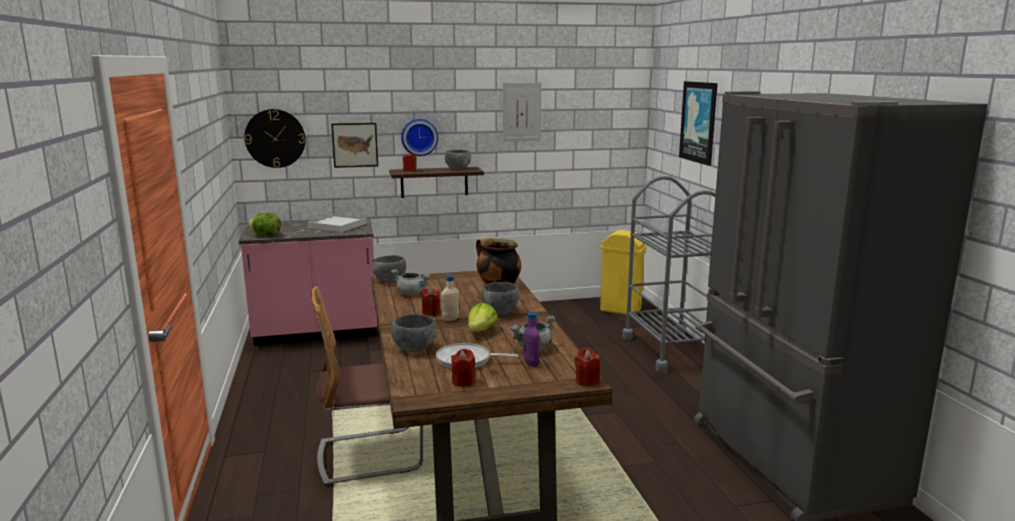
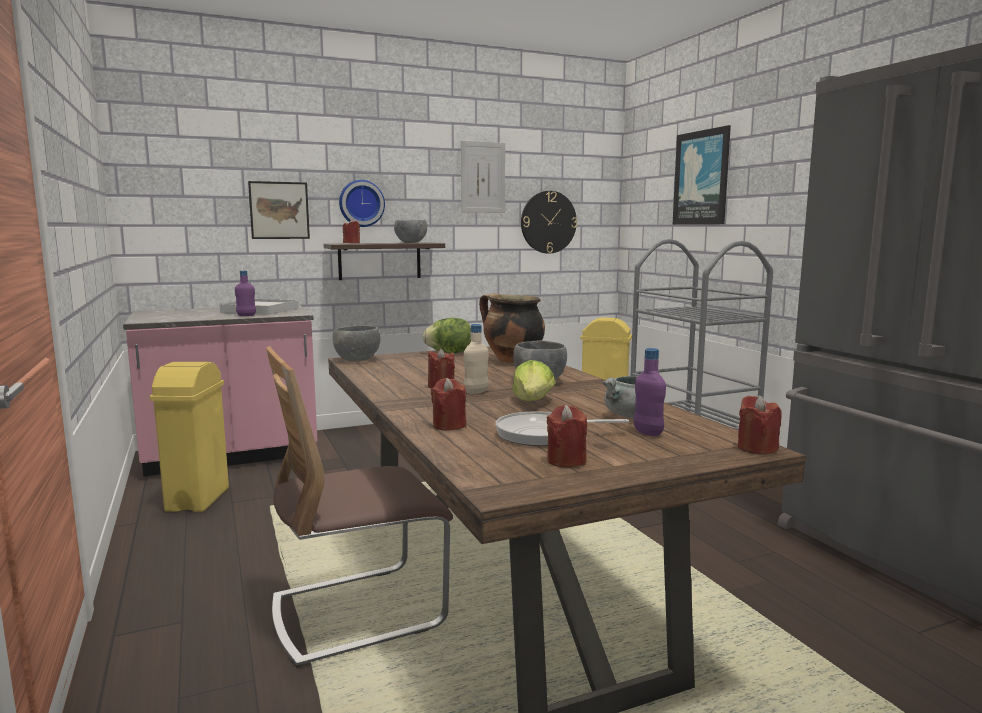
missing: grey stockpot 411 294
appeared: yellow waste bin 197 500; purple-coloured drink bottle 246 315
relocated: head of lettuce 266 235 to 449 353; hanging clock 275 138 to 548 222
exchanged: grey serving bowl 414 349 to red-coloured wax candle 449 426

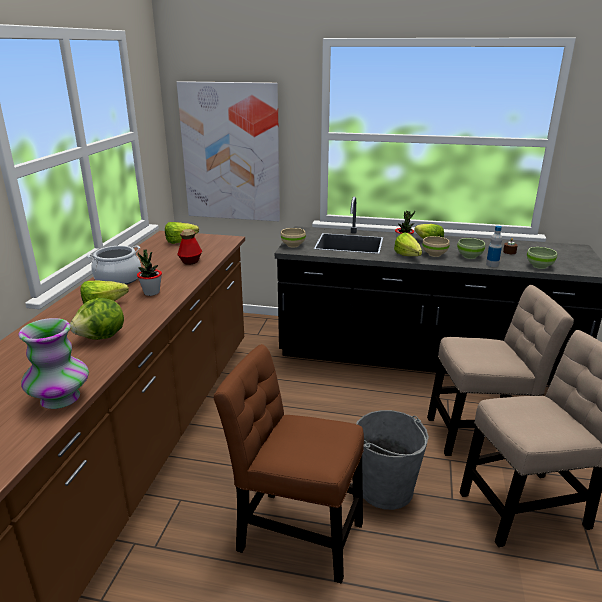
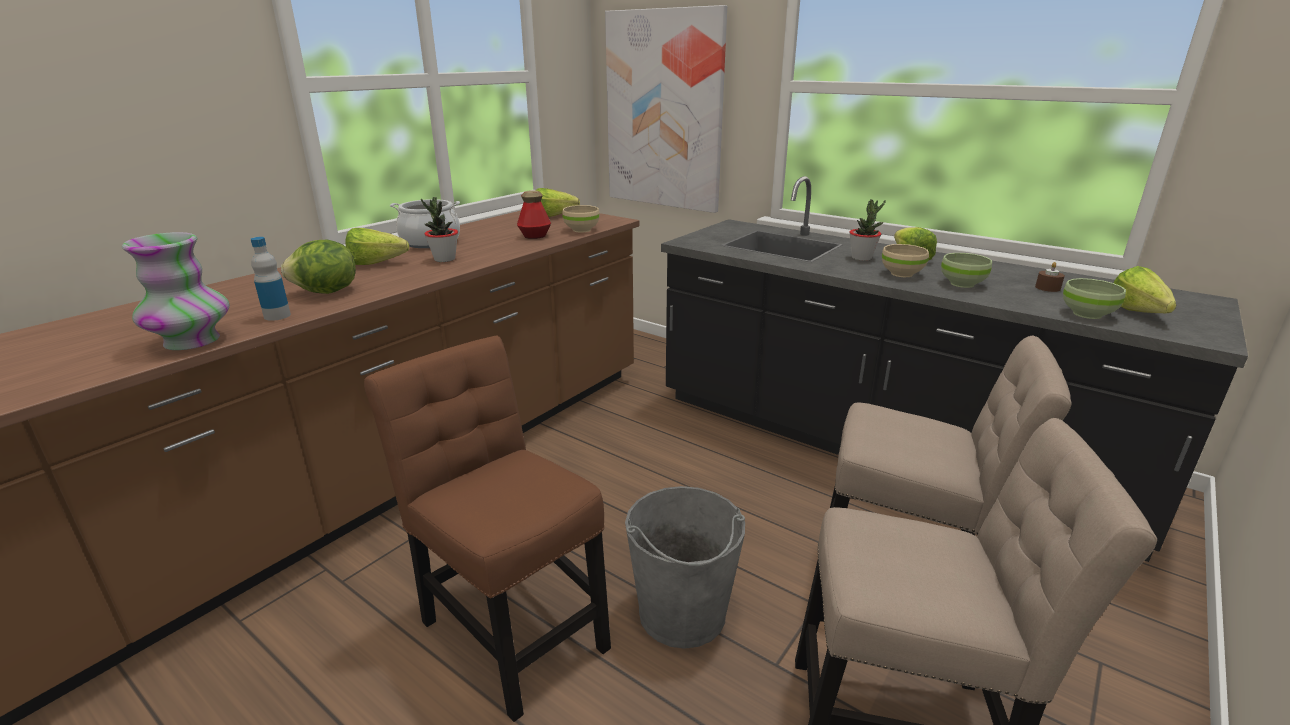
relocated: drink bottle 492 265 to 277 316; beige-coloured serving bowl 293 245 to 582 230; head of lettuce 408 257 to 1139 315

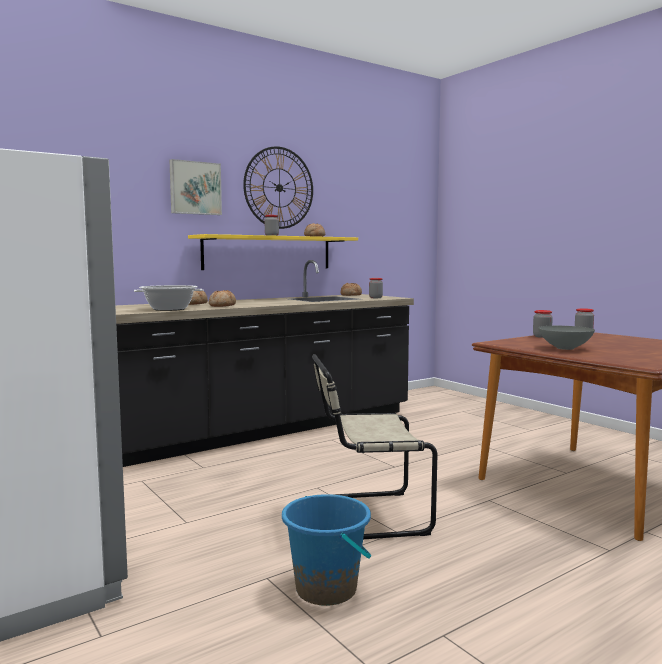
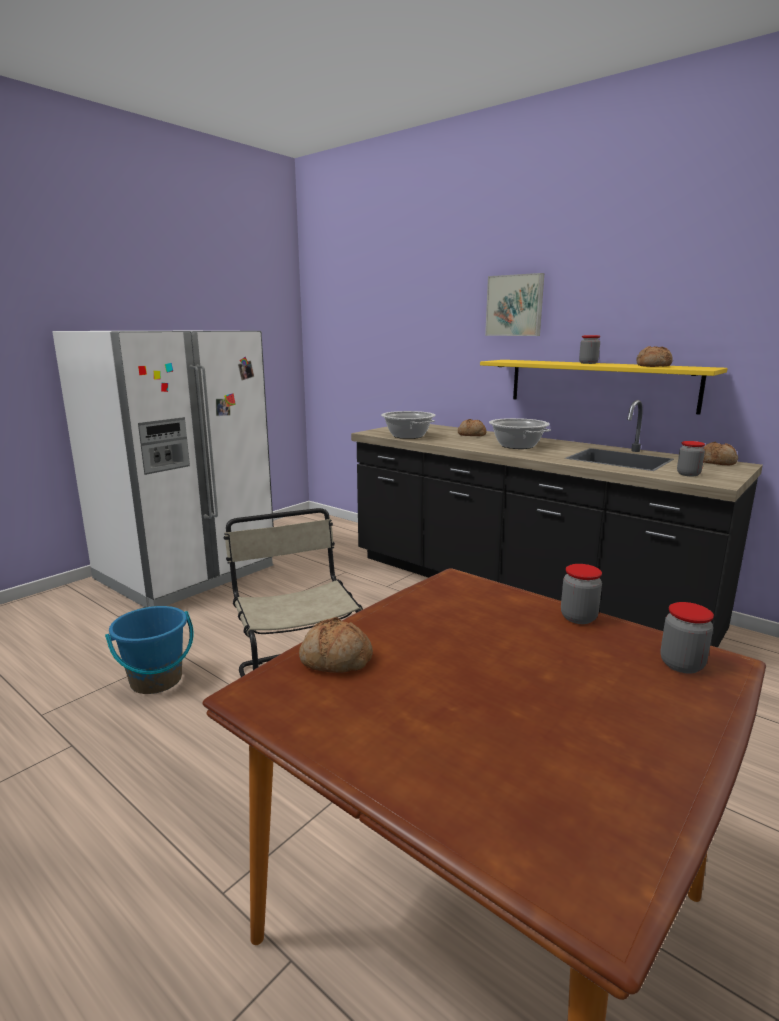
missing: hanging clock 279 188; grey serving bowl 564 348
appeared: stockpot 517 446
relocated: bakery bread 222 305 to 335 660

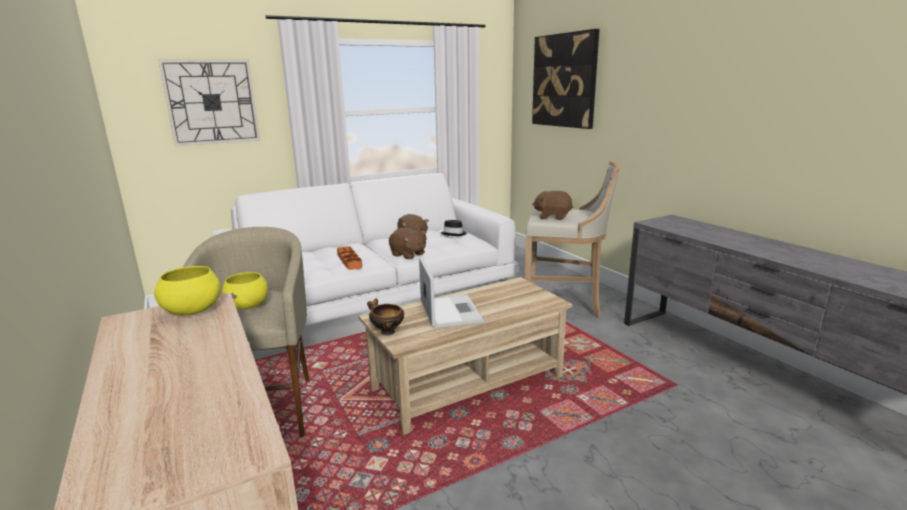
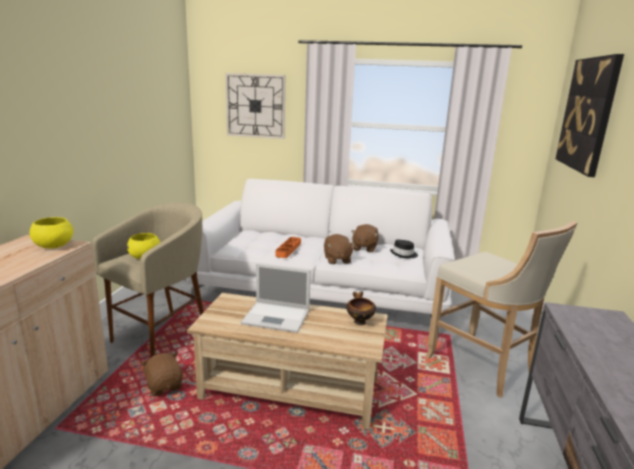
relocated: brown-coloured soft toy 552 217 to 164 386; serving bowl 386 332 to 359 321
spun: notebook computer 450 311 = 277 317 75 degrees clockwise

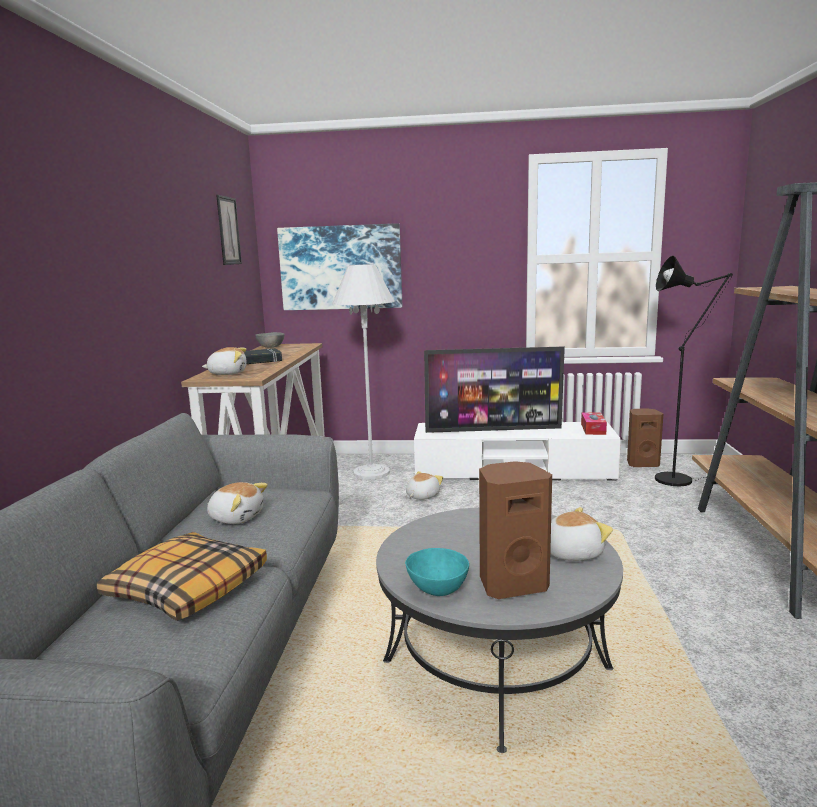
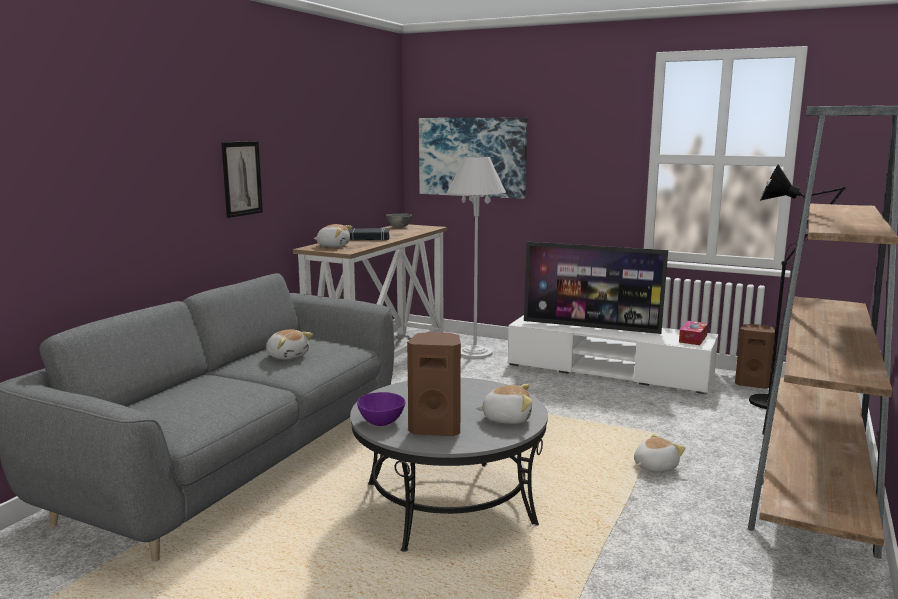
missing: cushion 187 588
relocated: wall art 228 231 to 242 178; soft toy 422 496 to 654 467
colour: turquoise serving bowl 437 588 to purple-coloured serving bowl 381 421

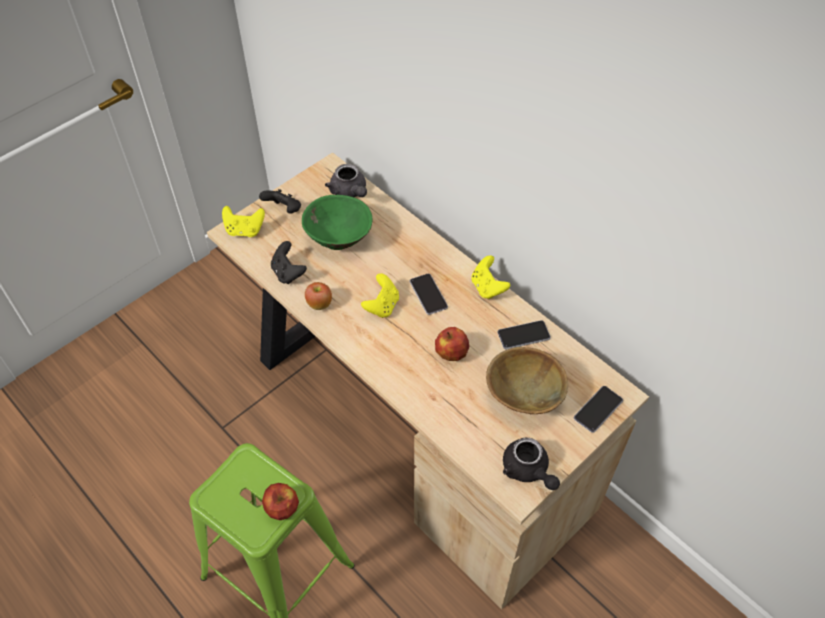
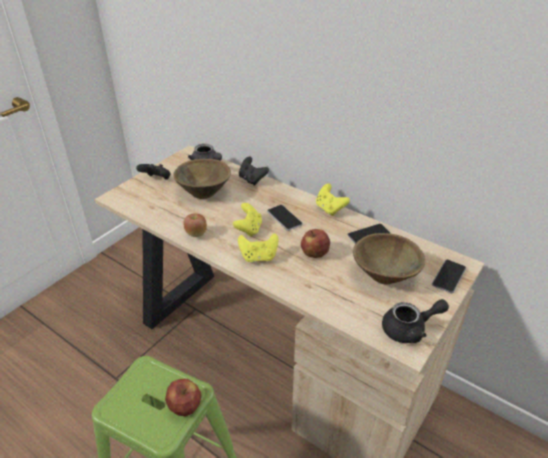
relocated: yellow gamepad 244 230 to 258 257; black gamepad 288 273 to 252 180
colour: green serving bowl 339 239 to brown-coloured serving bowl 204 192
spun: black tea pot 528 471 = 409 329 60 degrees counterclockwise

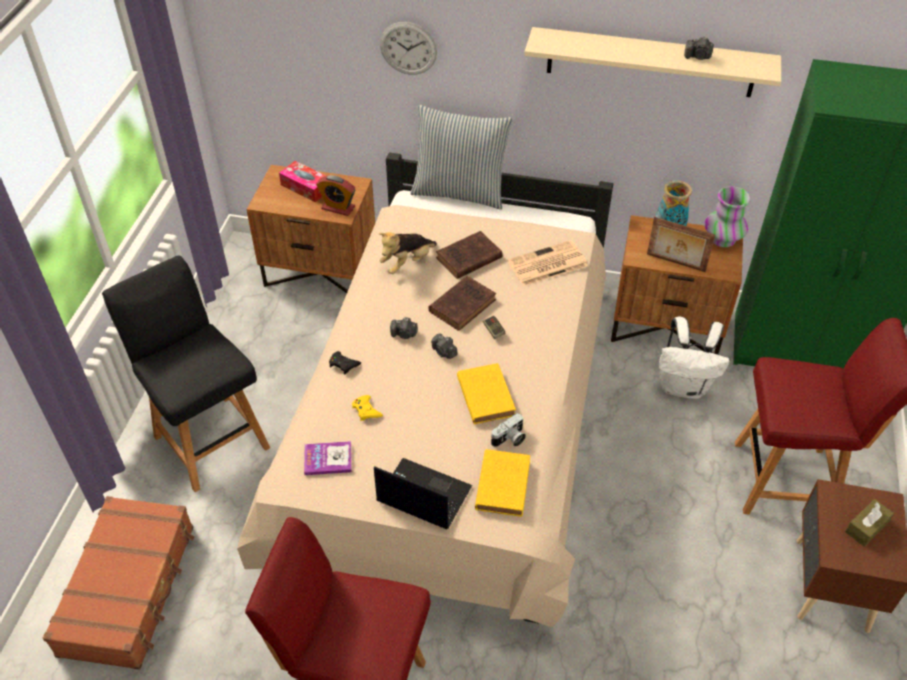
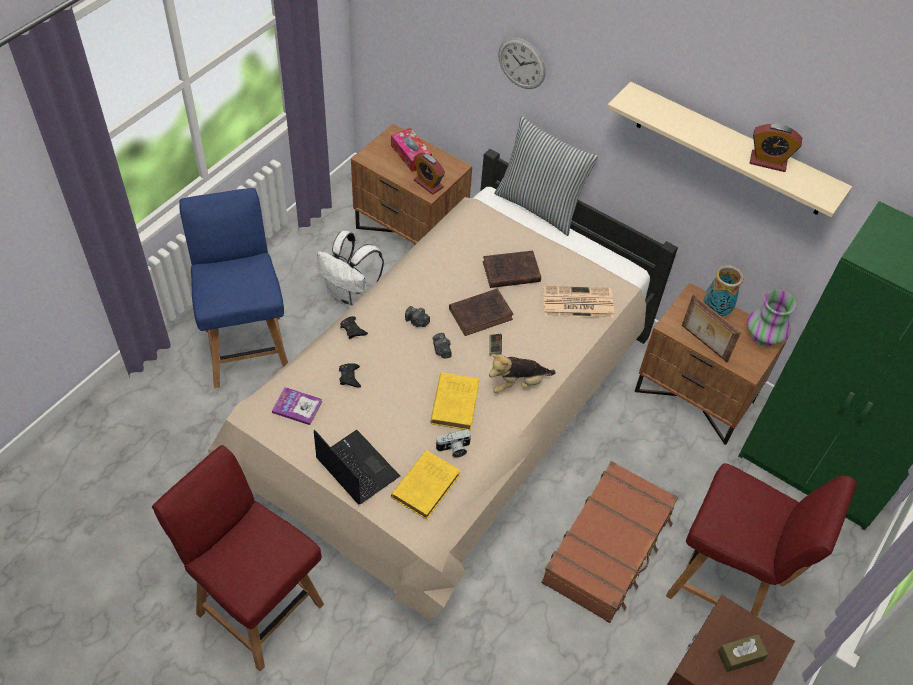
relocated: white-coloured backpack 684 386 to 350 295; soft toy 407 263 to 517 383; brown-coloured piece of luggage 129 589 to 608 548
exchanged: still camera 698 57 to alarm clock 768 162
colour: black plain chair 210 440 to blue-coloured plain chair 247 348; yellow gamepad 366 410 to black gamepad 349 377

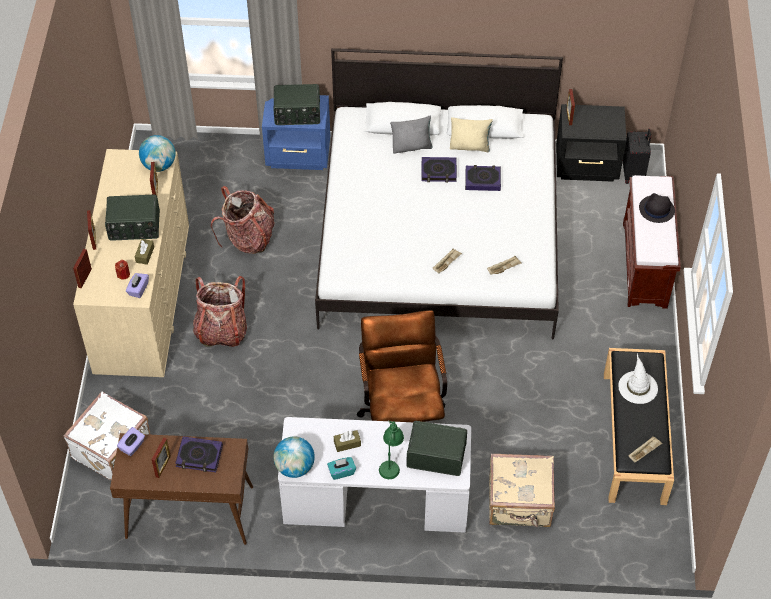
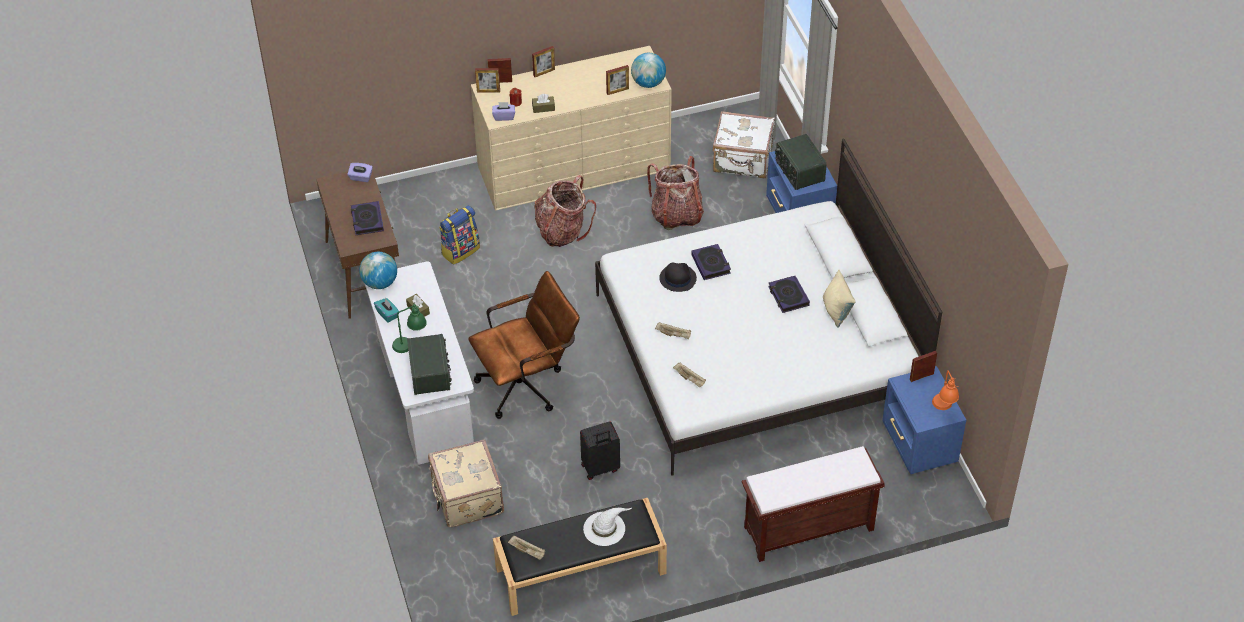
missing: radio 134 227; grey cushion 411 146
appeared: backpack 460 250; orangey tabletop lamp 944 409
relocated: standing frame 163 466 to 488 91; black piece of luggage 634 173 to 600 468; black hat 656 209 to 677 278; volume 482 180 to 711 264; white-coloured piece of luggage 113 449 to 743 160
colour: black night table 587 167 to blue-coloured night table 918 447

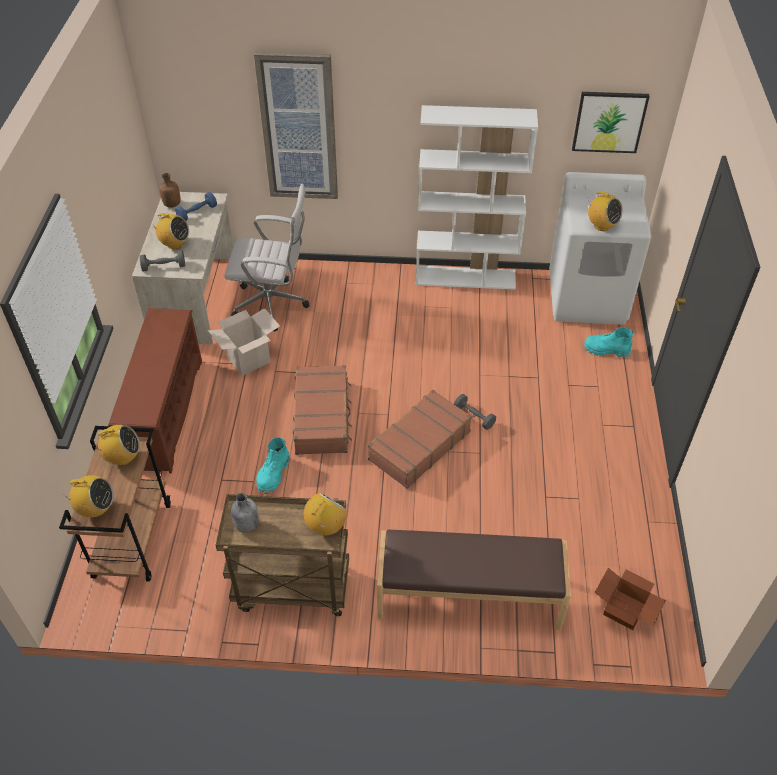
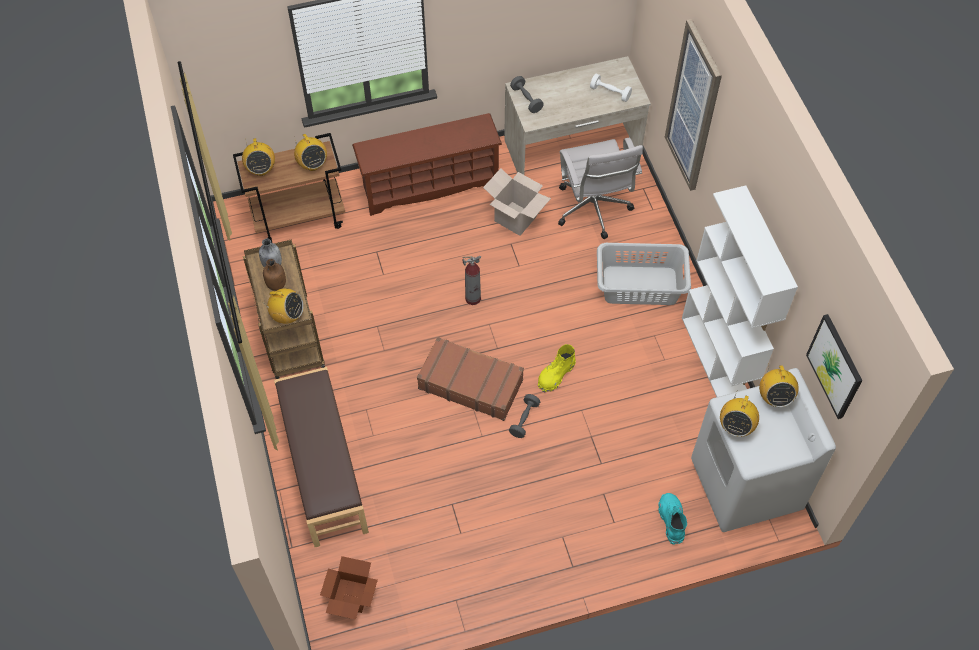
missing: turquoise boot 273 474
appeared: yellow boot 556 375; grey washing basket 639 285
relocated: brown-coloured drink bottle 172 204 to 277 284; radio 175 244 to 774 397
exchanged: brown-coloured piece of luggage 322 416 to fire extinguisher 473 298
colour: blue-coloured dumbbell 197 213 to white-coloured dumbbell 610 93

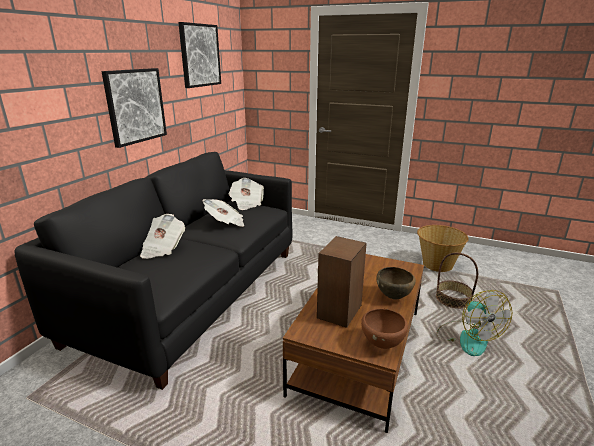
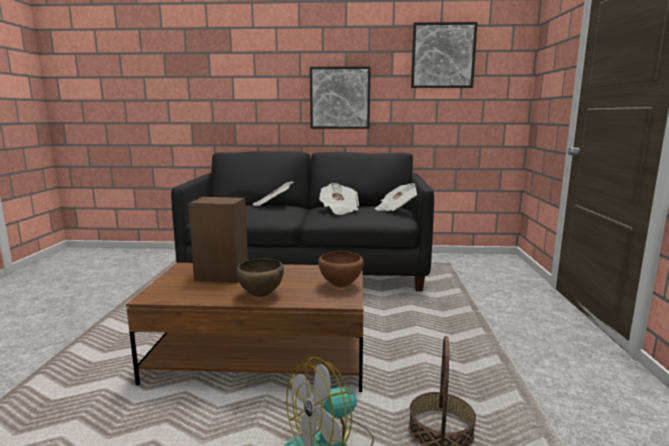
missing: basket 437 264
relocated: brown-coloured serving bowl 382 344 to 341 286

